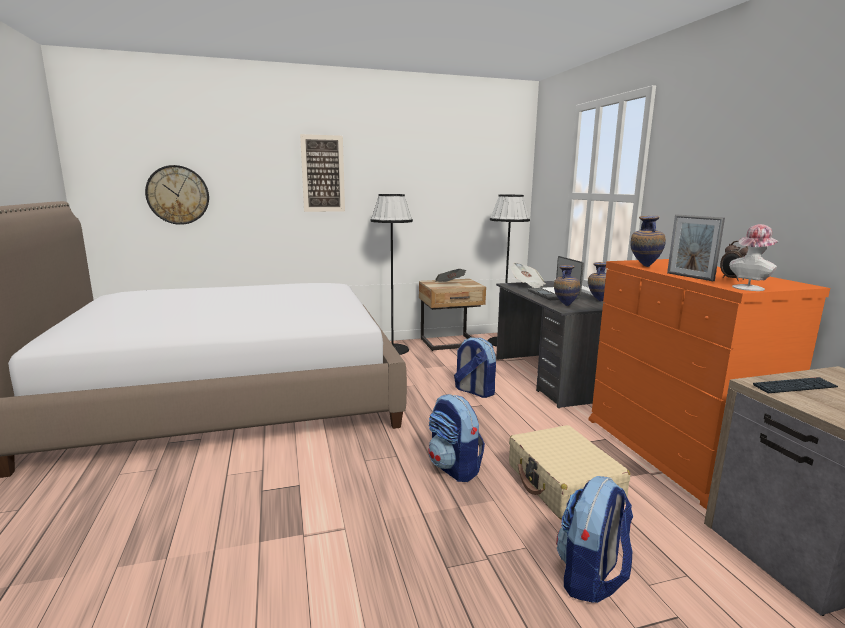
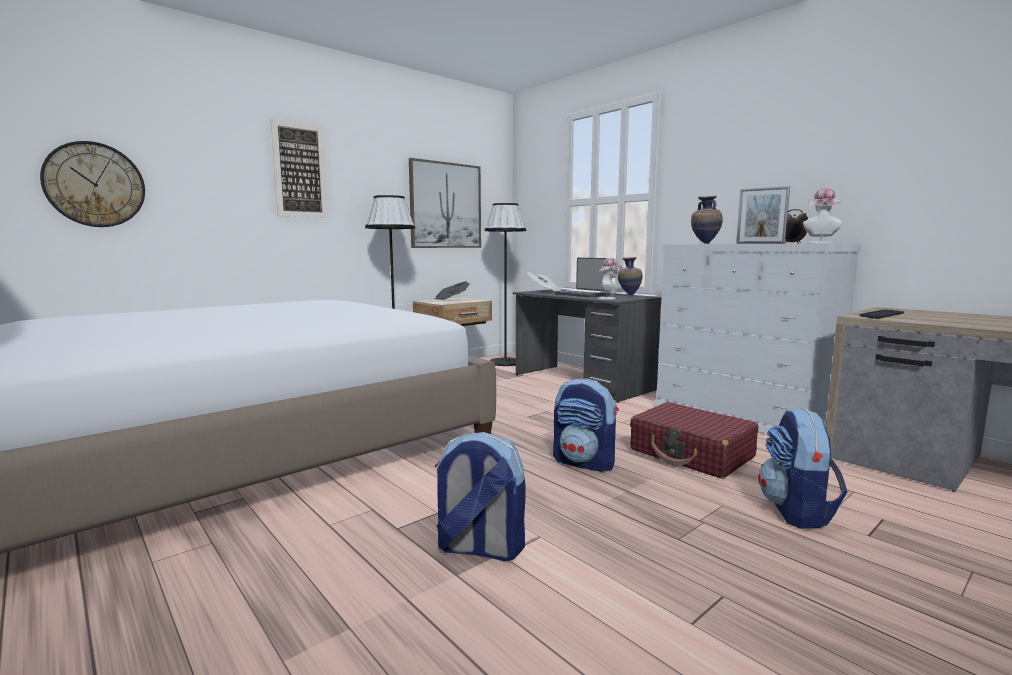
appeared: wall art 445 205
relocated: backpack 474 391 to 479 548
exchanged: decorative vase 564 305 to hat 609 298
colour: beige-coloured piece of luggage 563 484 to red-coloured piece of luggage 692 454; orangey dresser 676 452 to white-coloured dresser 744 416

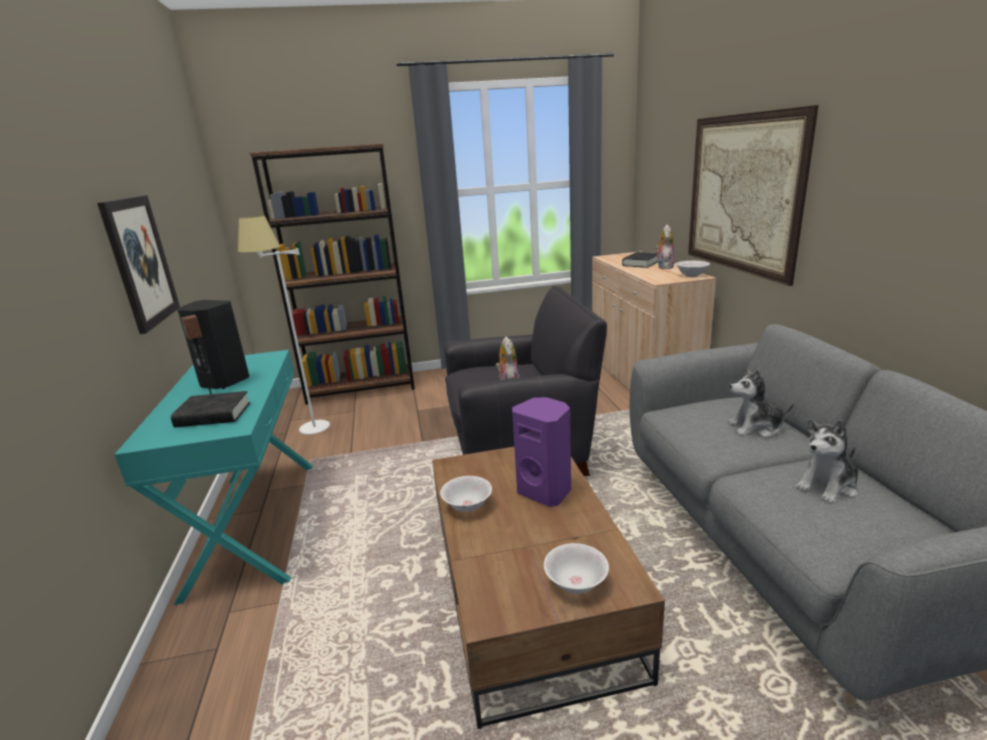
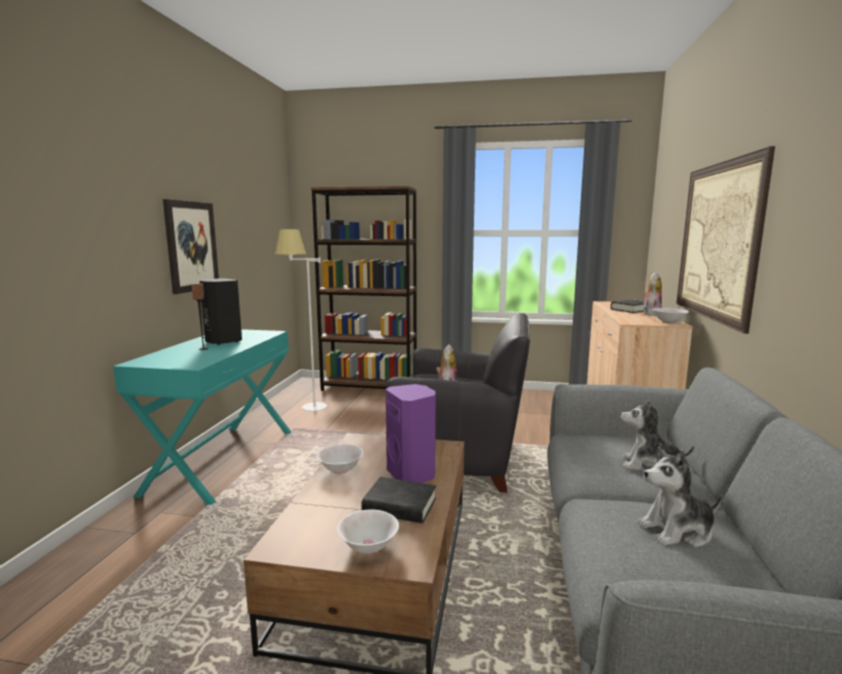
relocated: black volume 213 415 to 399 506

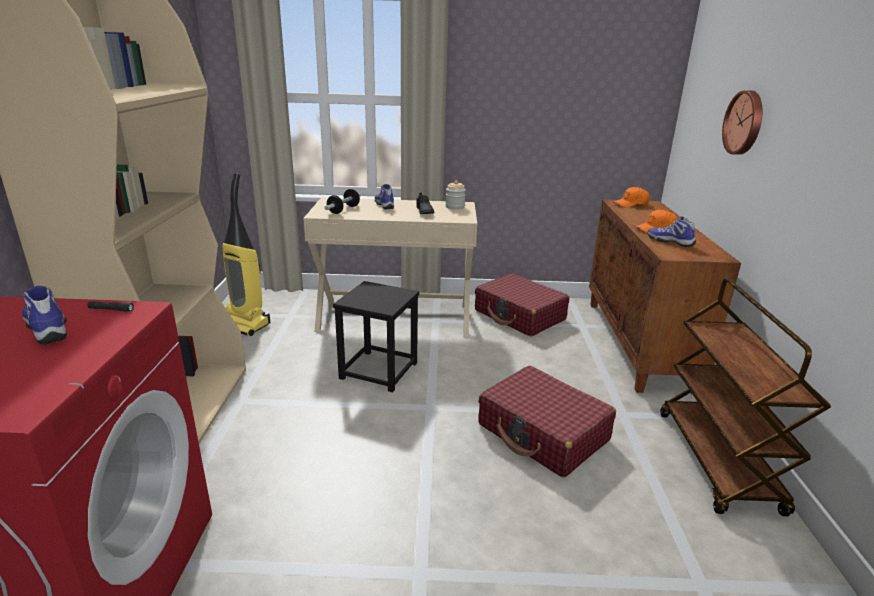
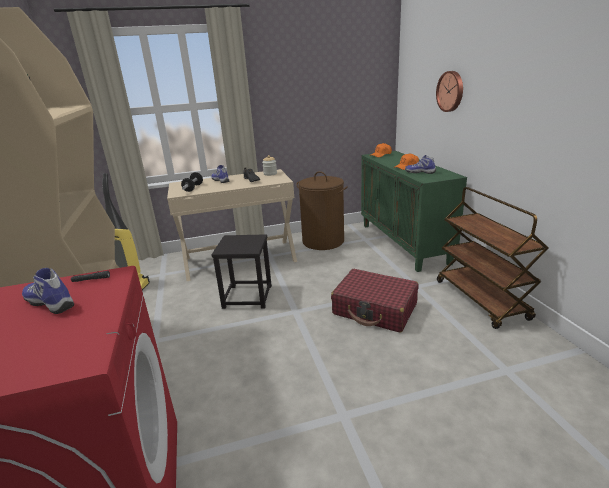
exchanged: red-coloured piece of luggage 519 315 to brown-coloured washing basket 323 241
colour: brown-coloured cupboard 638 344 to green cupboard 404 243

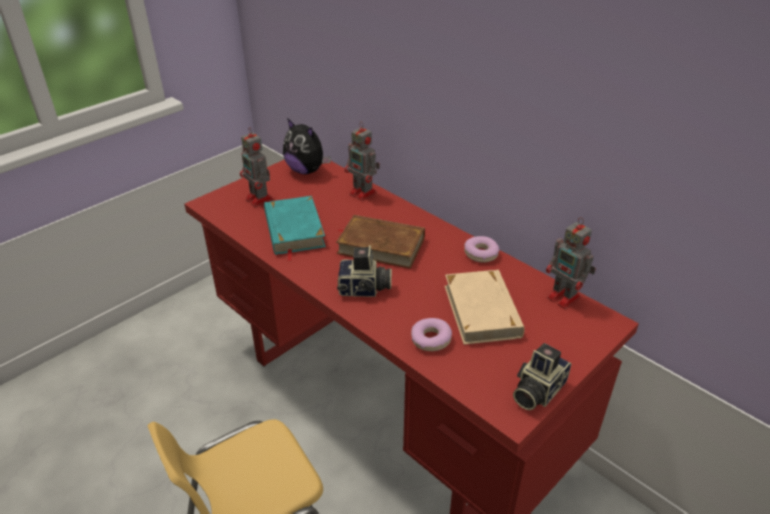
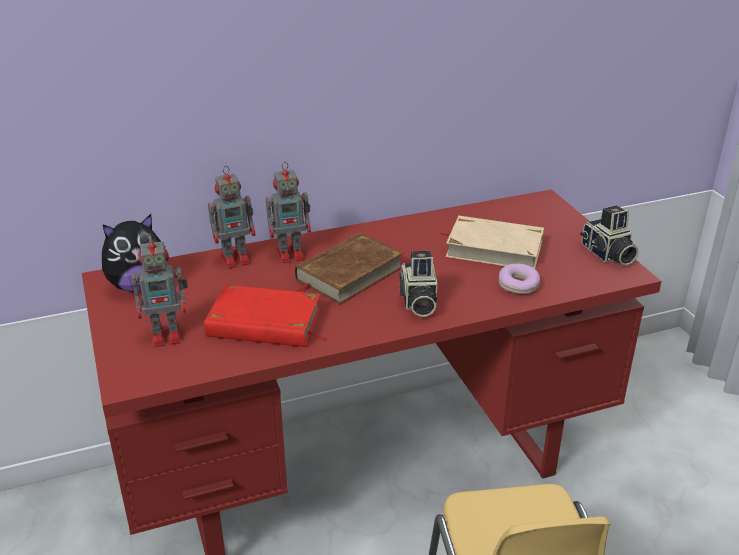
missing: doughnut 481 254
relocated: robot figure 565 298 to 291 254
colour: turquoise volume 293 230 to red-coloured volume 264 323
spun: still camera 365 289 = 417 302 150 degrees clockwise

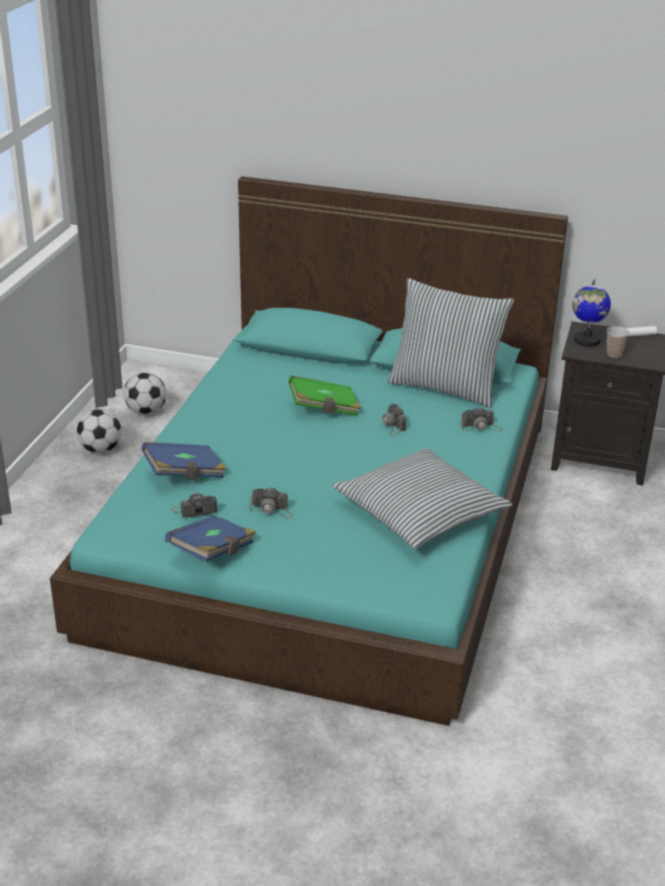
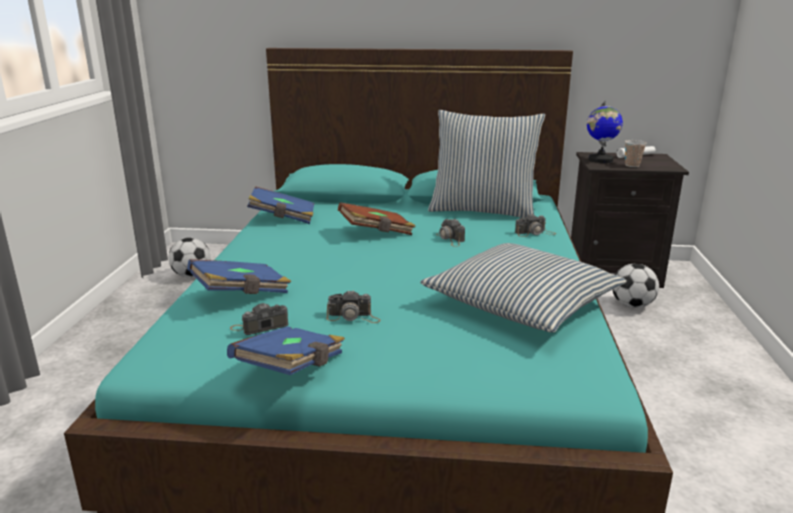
appeared: blue-coloured volume 283 218
relocated: football ball 101 449 to 632 305
colour: green volume 324 409 to brown-coloured volume 376 233

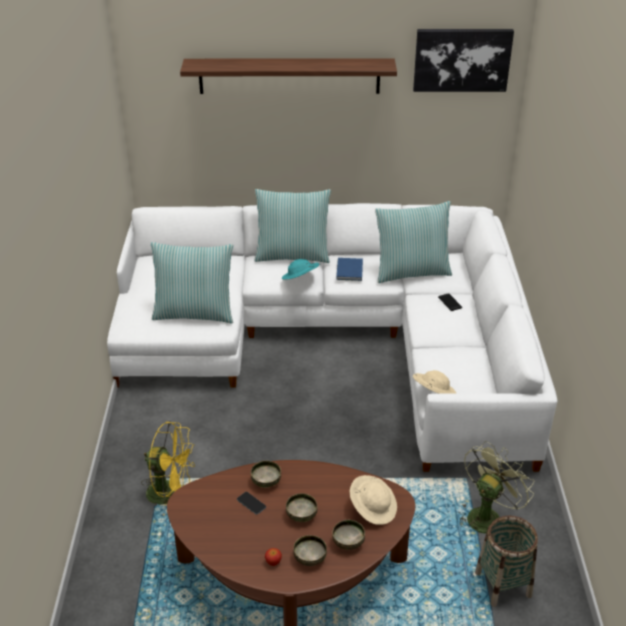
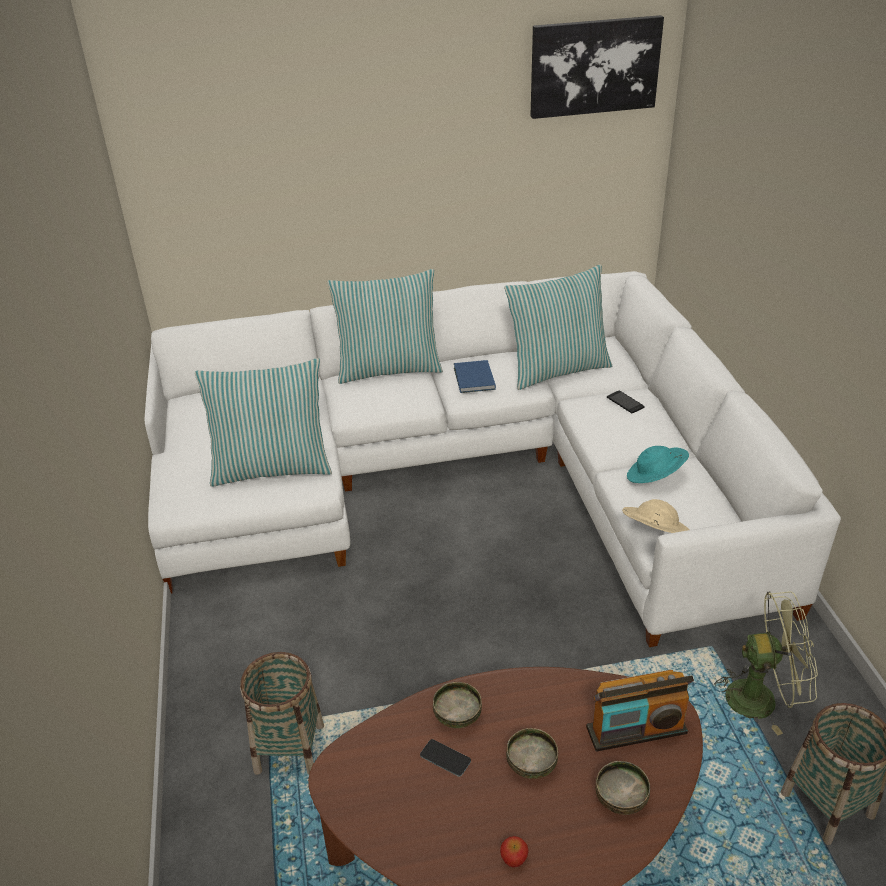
missing: bracket shelf 289 76; serving bowl 309 559
relocated: turquoise hat 300 279 to 655 478
exchanged: yellow fan 170 493 to basket 289 748; beige-coloured hat 373 508 to radio 636 730
spun: green fan 487 515 = 761 698 60 degrees clockwise

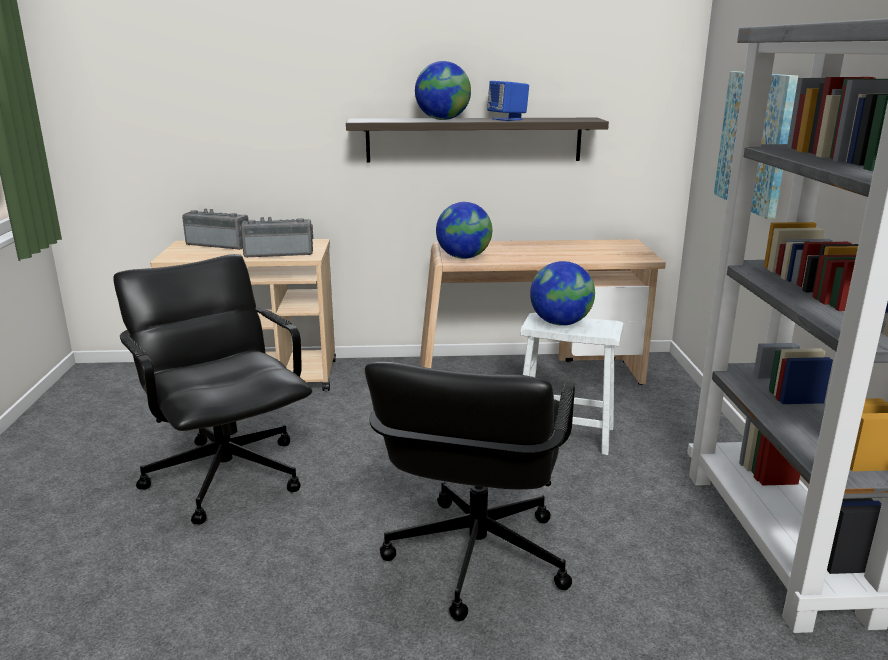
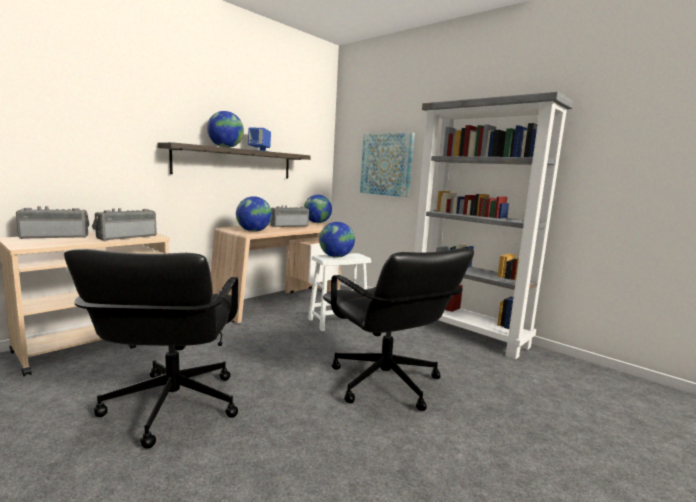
appeared: radio 288 226; globe 317 223
spun: black desk chair 227 475 = 171 406 105 degrees counterclockwise

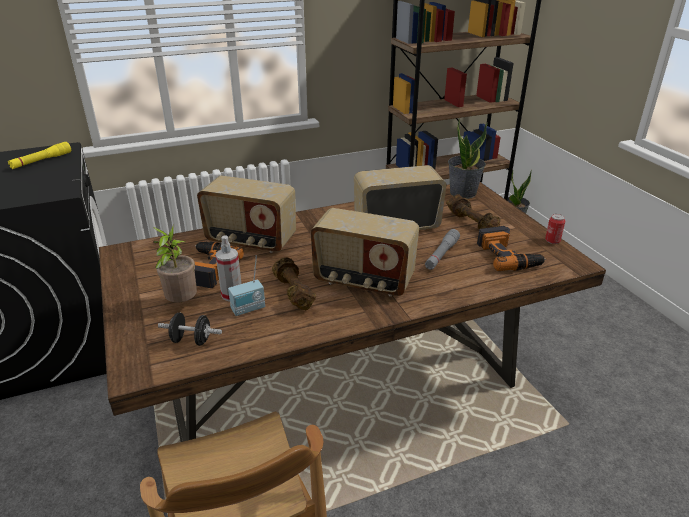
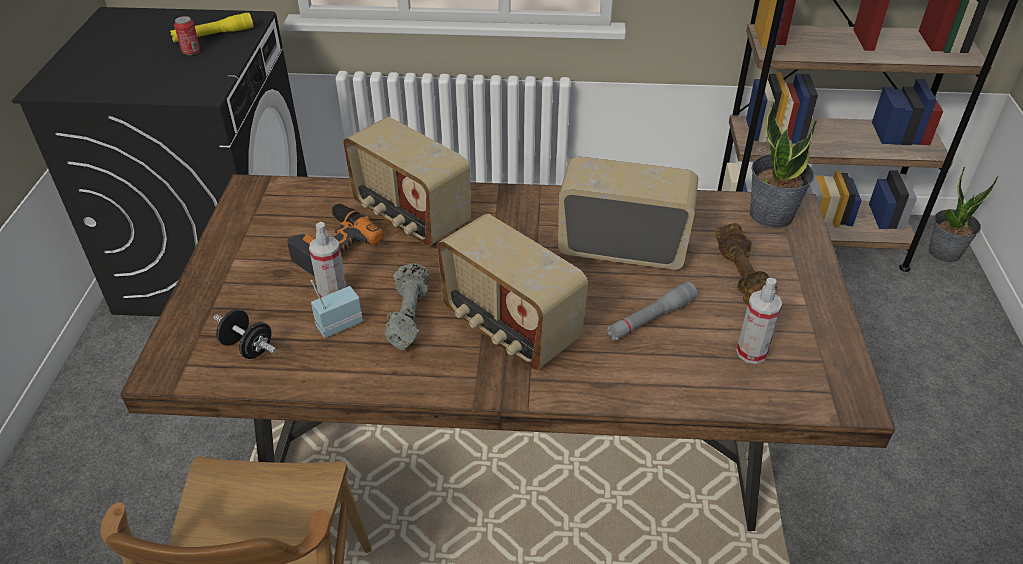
missing: plant in a pot 181 303
relocated: can 552 241 to 191 51
exchanged: electric drill 508 256 to hand sprayer 751 352
colour: brown-coloured dumbbell 293 292 to grey dumbbell 407 316
spun: radio 248 309 = 338 324 150 degrees clockwise

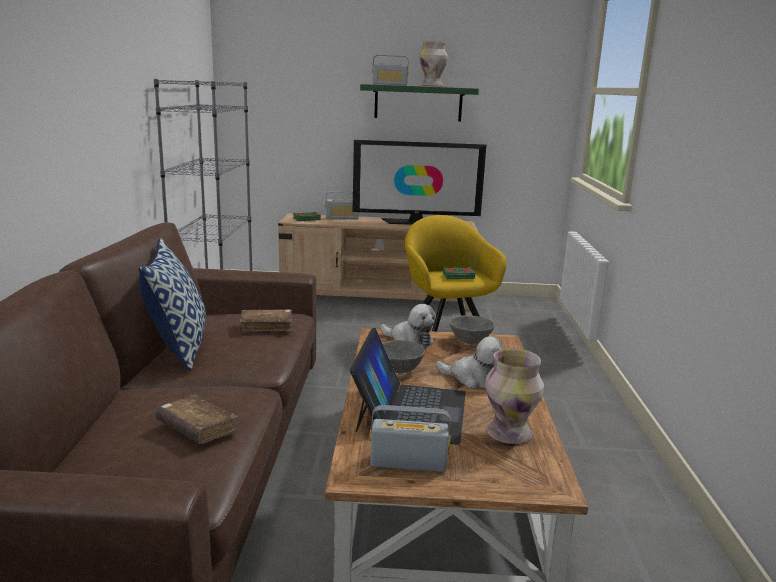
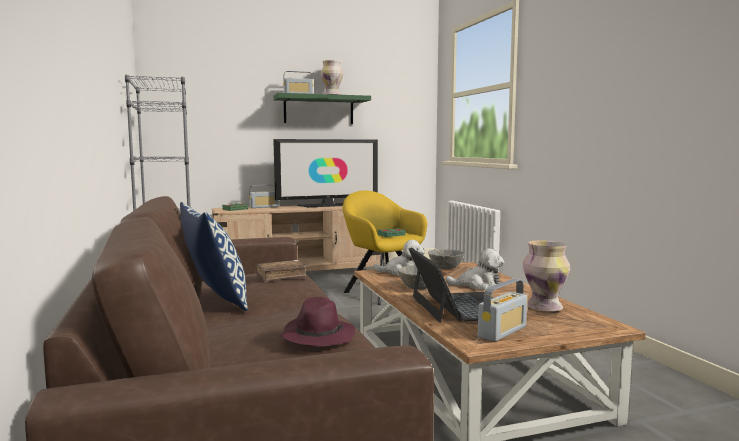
exchanged: brown-coloured volume 197 429 to purple-coloured hat 317 336
spun: radio 408 463 = 502 332 150 degrees clockwise

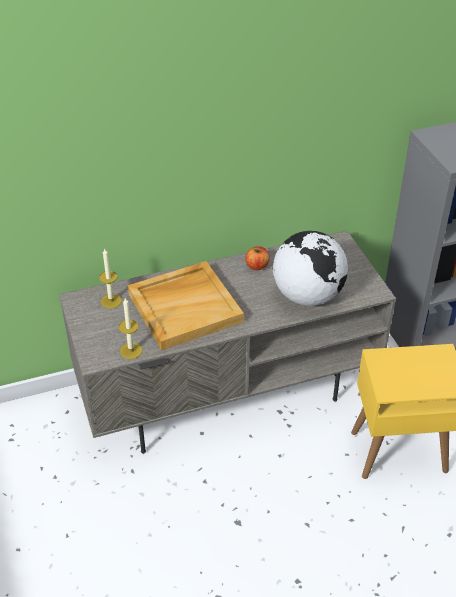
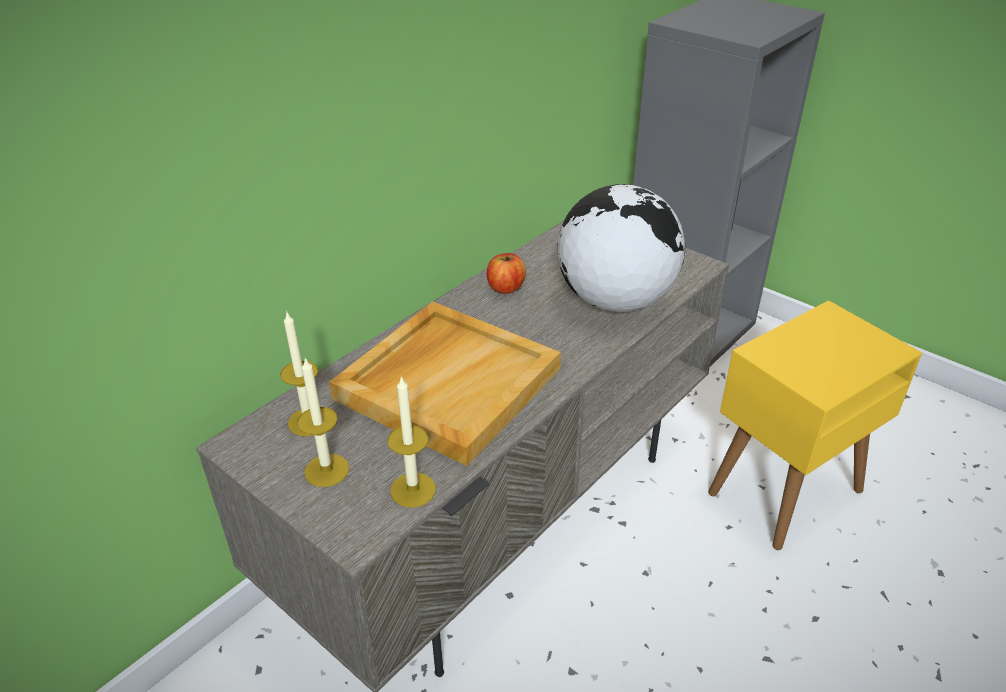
appeared: wax candle 327 470

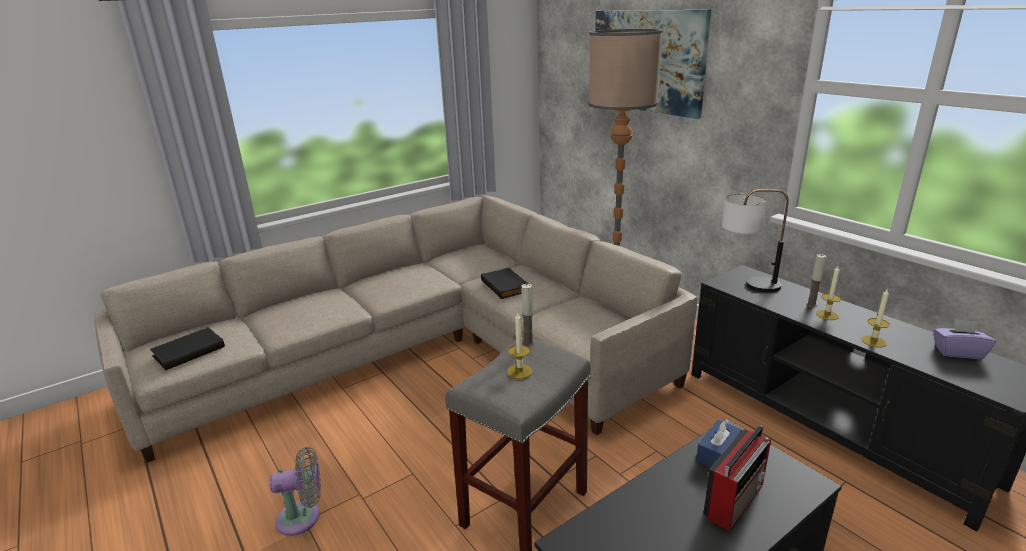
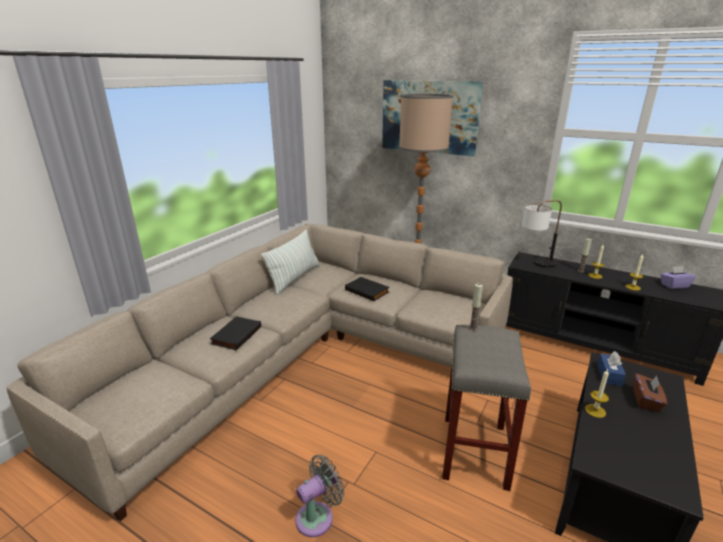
appeared: cushion 294 278
relocated: black volume 189 351 to 236 335; wax candle 519 371 to 595 410
exchanged: radio 735 499 to brown-coloured tissue holder 646 401

